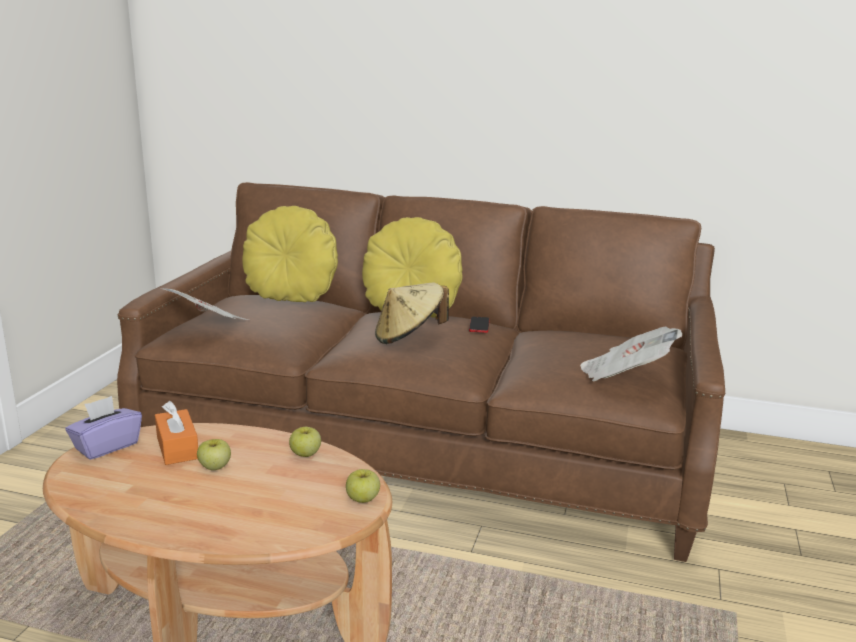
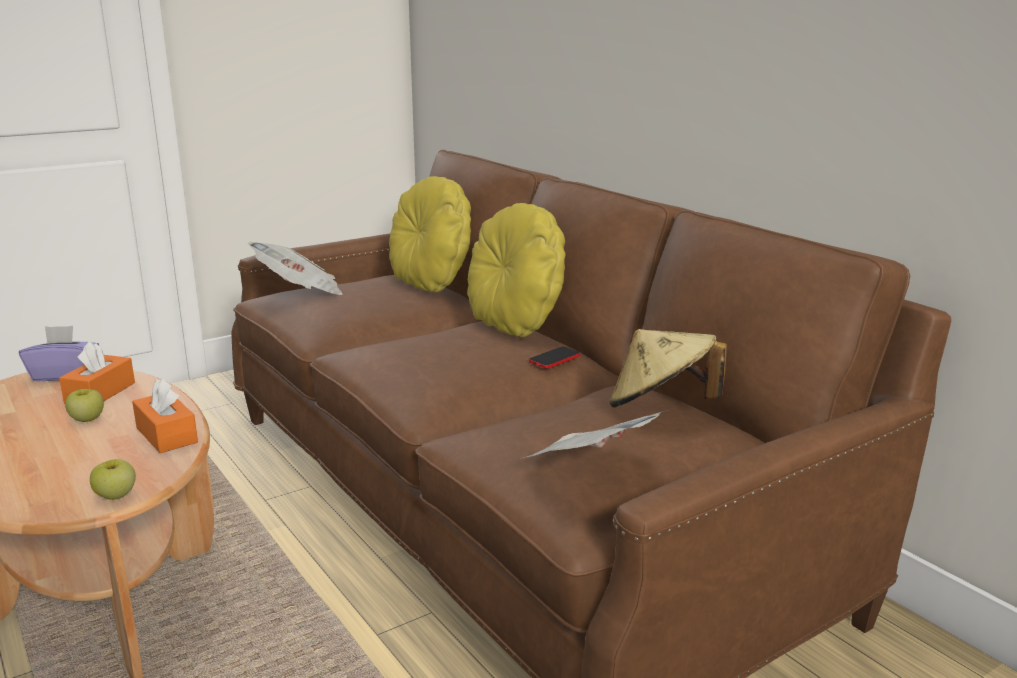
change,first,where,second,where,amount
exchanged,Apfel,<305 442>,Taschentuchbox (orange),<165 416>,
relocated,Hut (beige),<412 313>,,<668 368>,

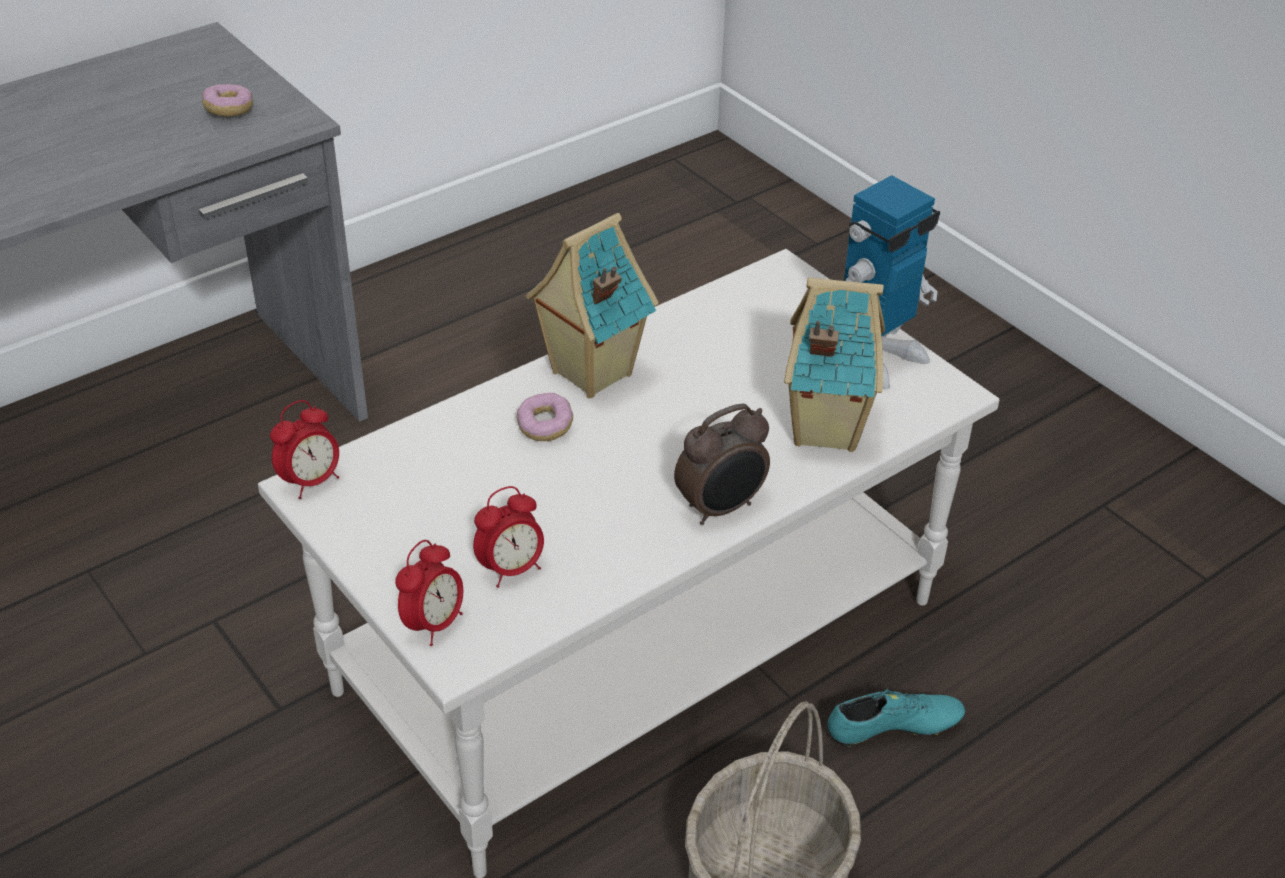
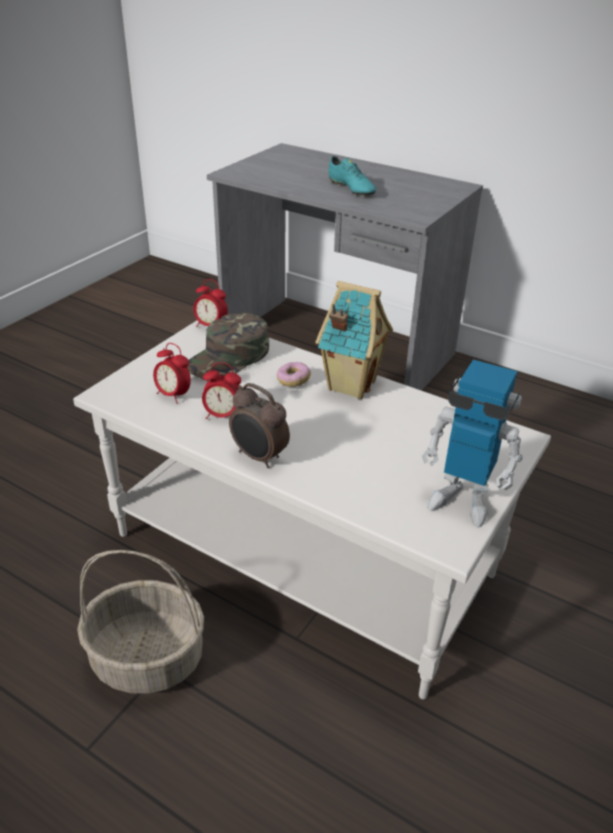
change,first,where,second,where,amount
appeared,,,Kappe (grün),<228 347>,
relocated,Wecker,<429 593>,,<221 390>,
relocated,Schuh (türkis),<896 718>,,<352 176>,
missing,Donut,<227 100>,,,
missing,Spielzeughaus,<834 365>,,,

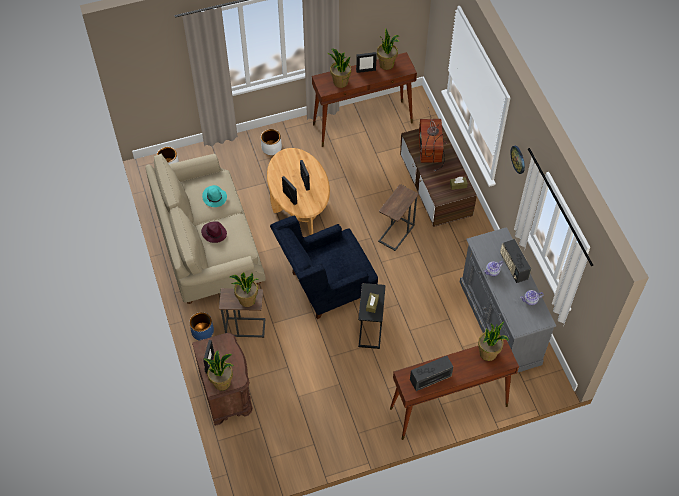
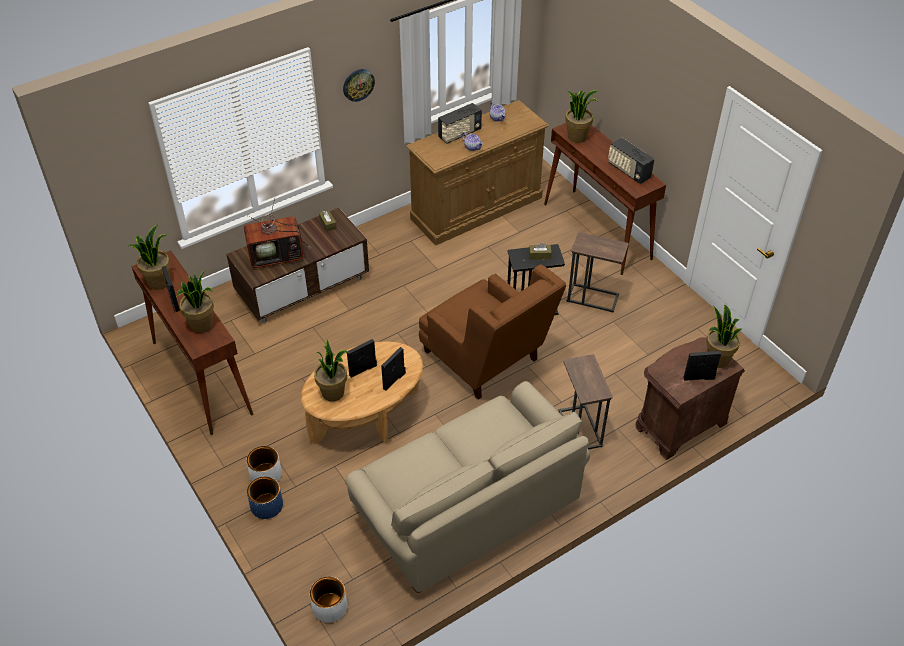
change,first,where,second,where,amount
relocated,Pflanzkübel (blau),<201 326>,,<265 497>,
relocated,Topfpflanze,<243 289>,,<331 370>,
colour,Schrank (grau),<508 300>,Schrank (braun),<477 173>,
colour,Sessel (blau),<324 267>,Sessel (braun),<492 331>,
relocated,Beistelltisch (braun),<398 217>,,<597 272>,
missing,Hut (lila),<214 232>,,,
missing,Hut (türkis),<214 196>,,,

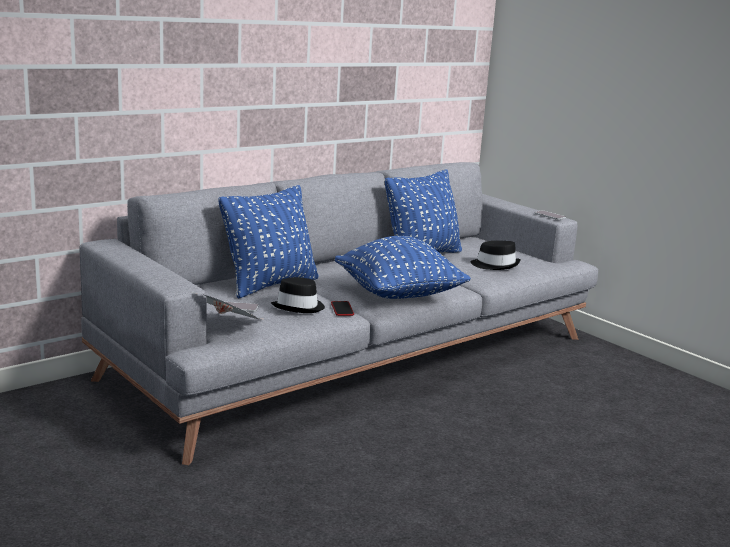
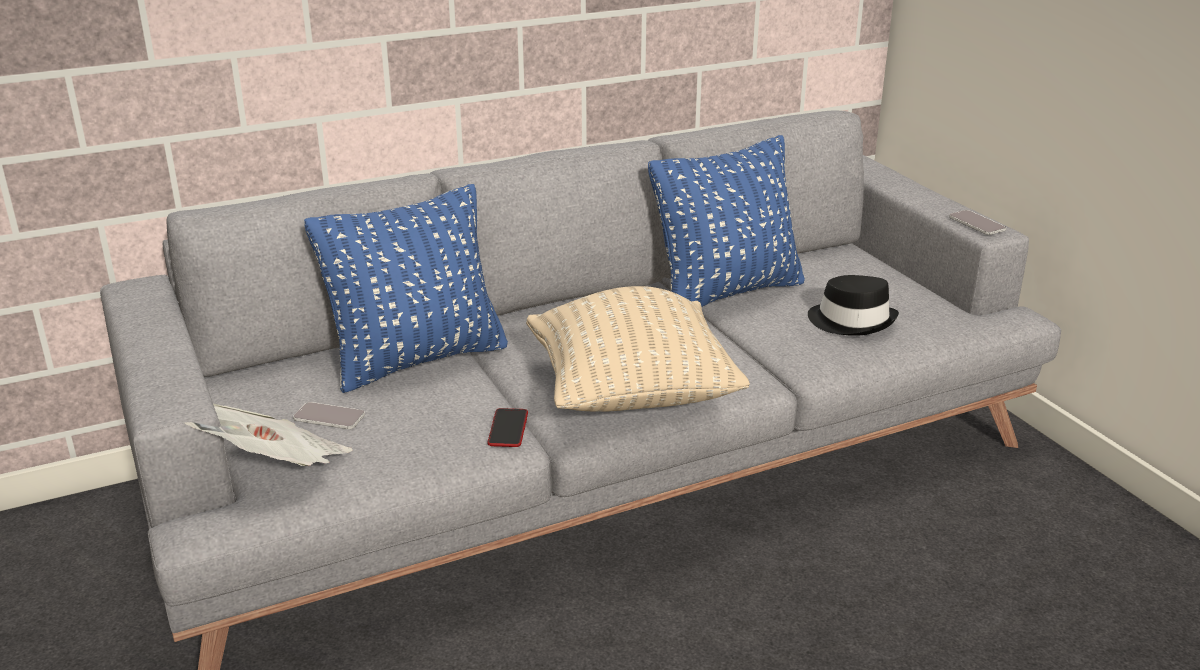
change,first,where,second,where,amount
colour,Kissen (blau),<403 267>,Kissen (beige),<638 349>,
missing,Hut (schwarz),<298 295>,,,

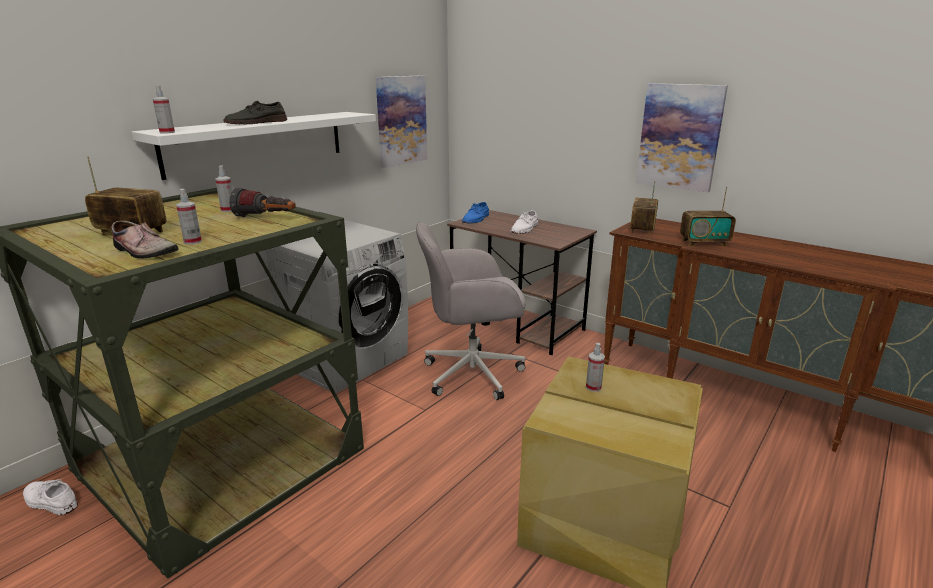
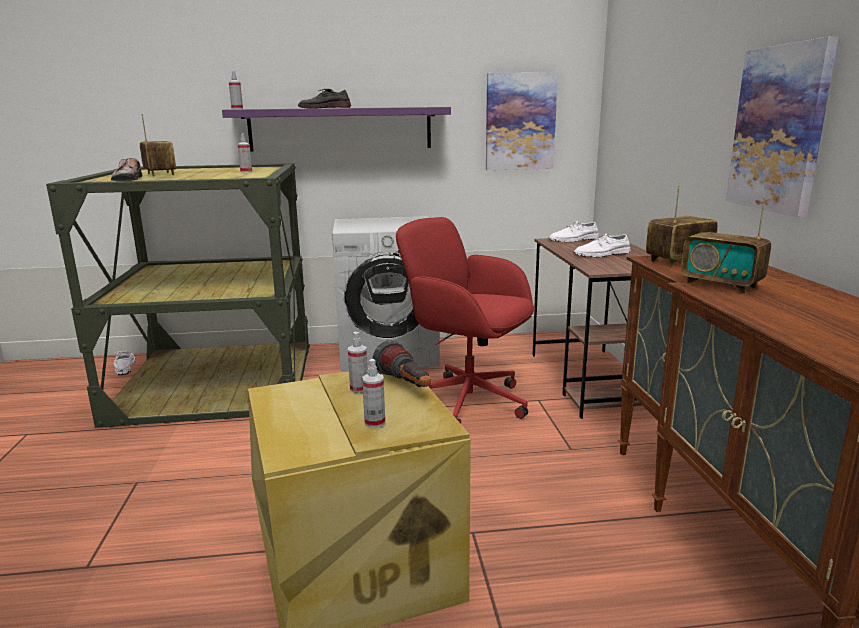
change,first,where,second,where,amount
colour,Wandregal (weiß),<254 146>,Wandregal (lila),<336 129>,
relocated,Sprühflasche,<189 217>,,<373 393>,
relocated,Taschenlampe,<262 202>,,<402 363>,
colour,Bürostuhl (grau),<471 311>,Bürostuhl (rot),<465 320>,
colour,Schuh (blau),<475 213>,Schuh (weiß),<574 231>,

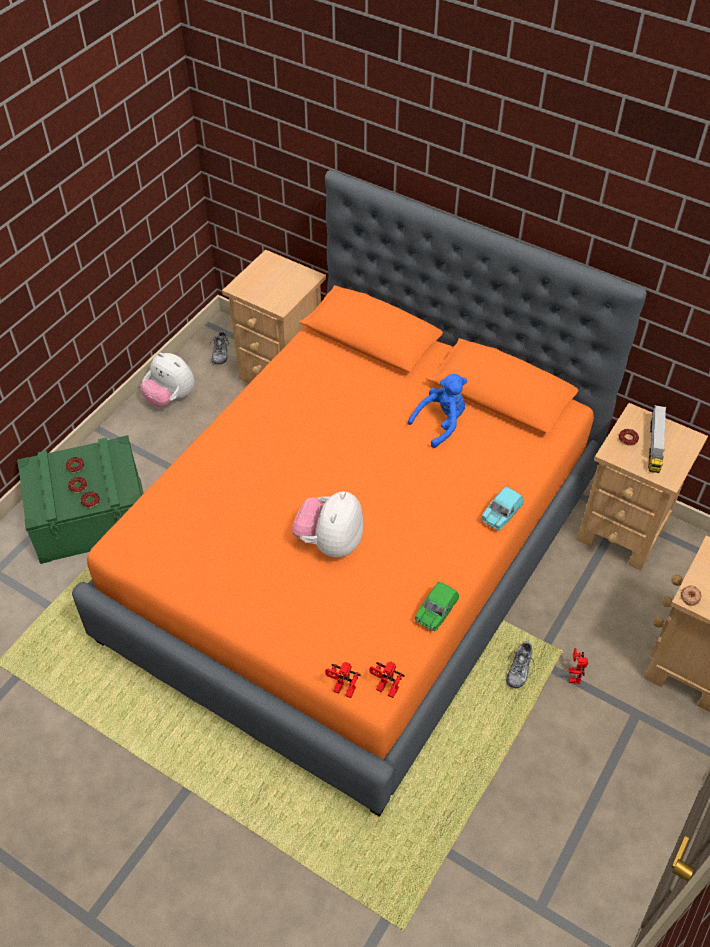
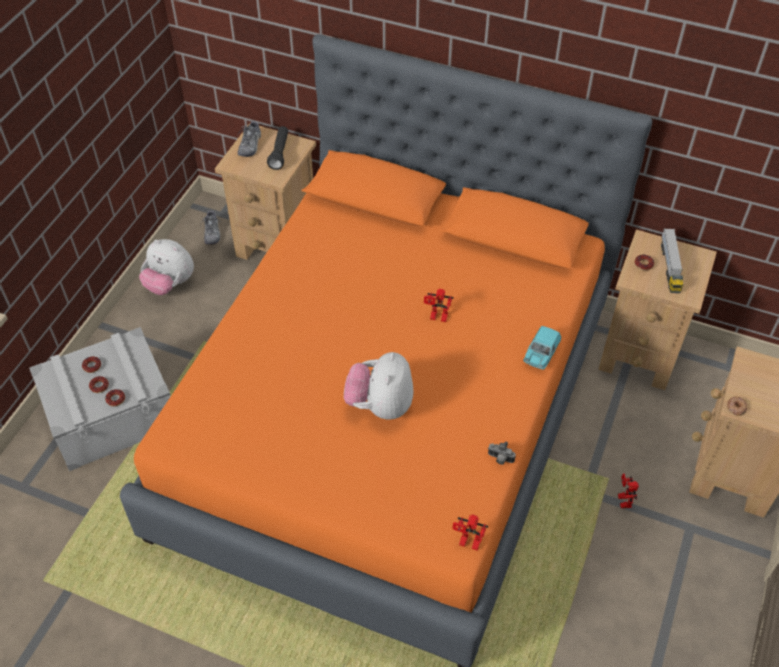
change,first,where,second,where,amount
colour,Aufbewahrungsbox (grün),<80 499>,Aufbewahrungsbox (grau),<99 399>,
relocated,Schuh,<520 664>,,<249 139>,
appeared,,,Taschenlampe (schwarz),<277 148>,
relocated,Spielzeugroboter,<343 680>,,<439 305>,
exchanged,Spielzeugauto (grün),<437 606>,Kamera,<502 453>,
missing,Plüschtier (blau),<437 411>,,,

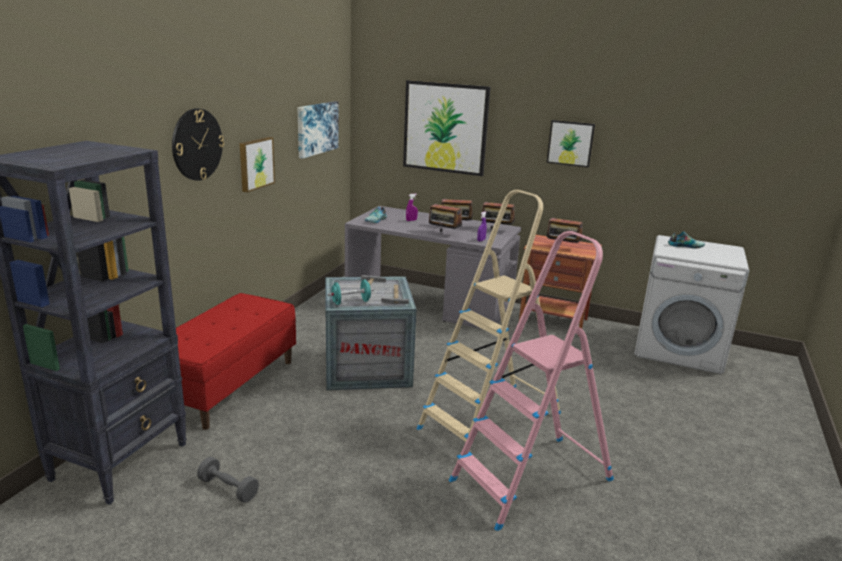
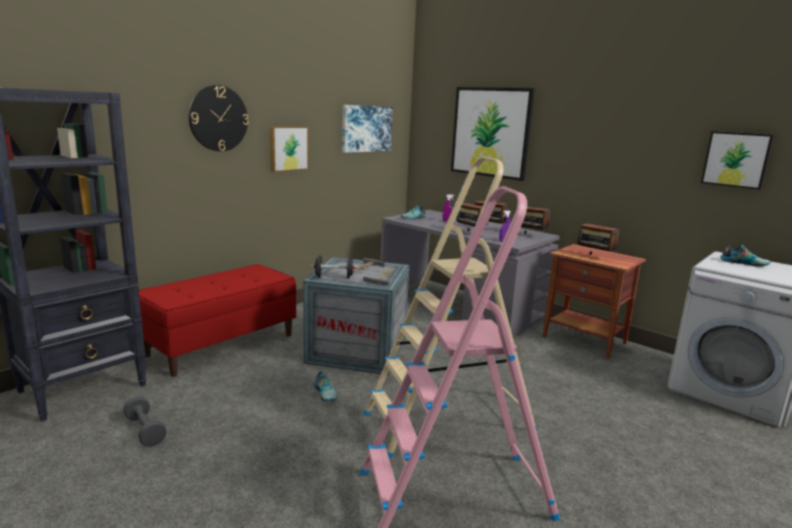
change,first,where,second,where,amount
colour,Hantel (türkis),<351 292>,Hantel (schwarz),<334 266>,
appeared,,,Schuh,<326 386>,
relocated,Bild,<571 144>,,<737 160>,

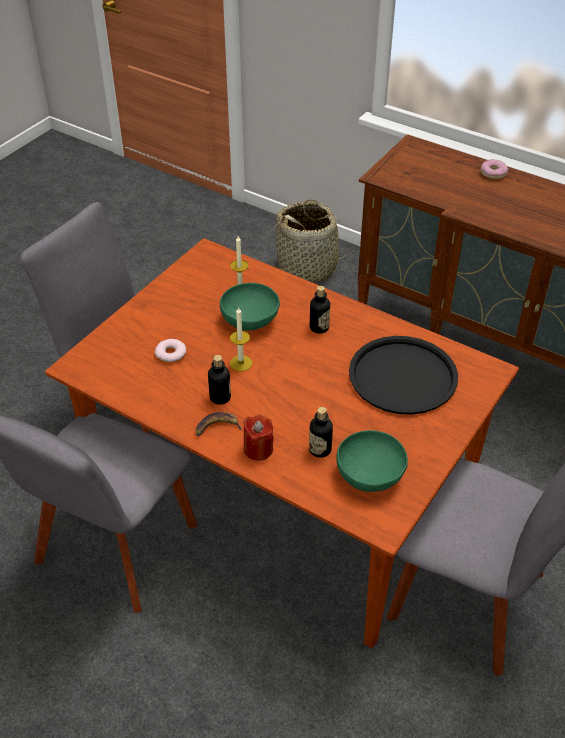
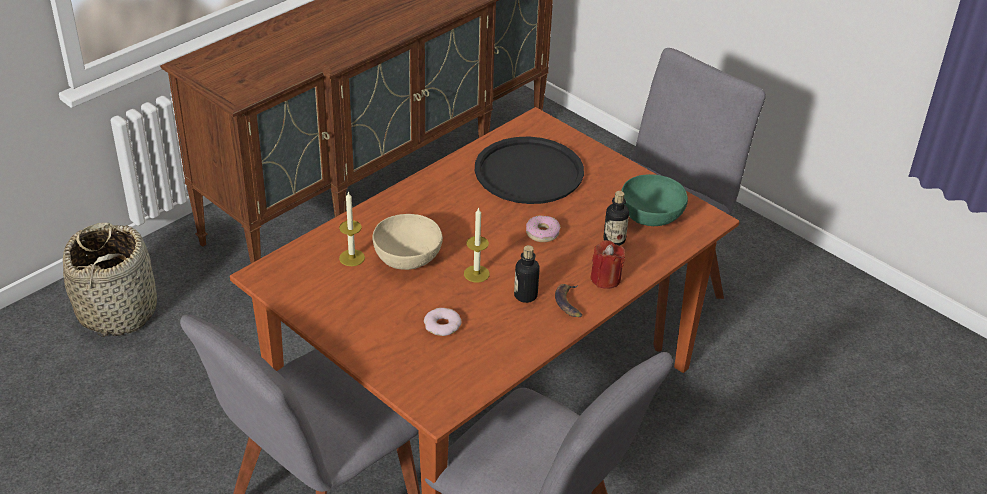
change,first,where,second,where,amount
colour,Schüssel (grün),<250 307>,Schüssel (beige),<407 242>,
relocated,Donut,<494 169>,,<543 229>,
missing,Flasche,<320 310>,,,

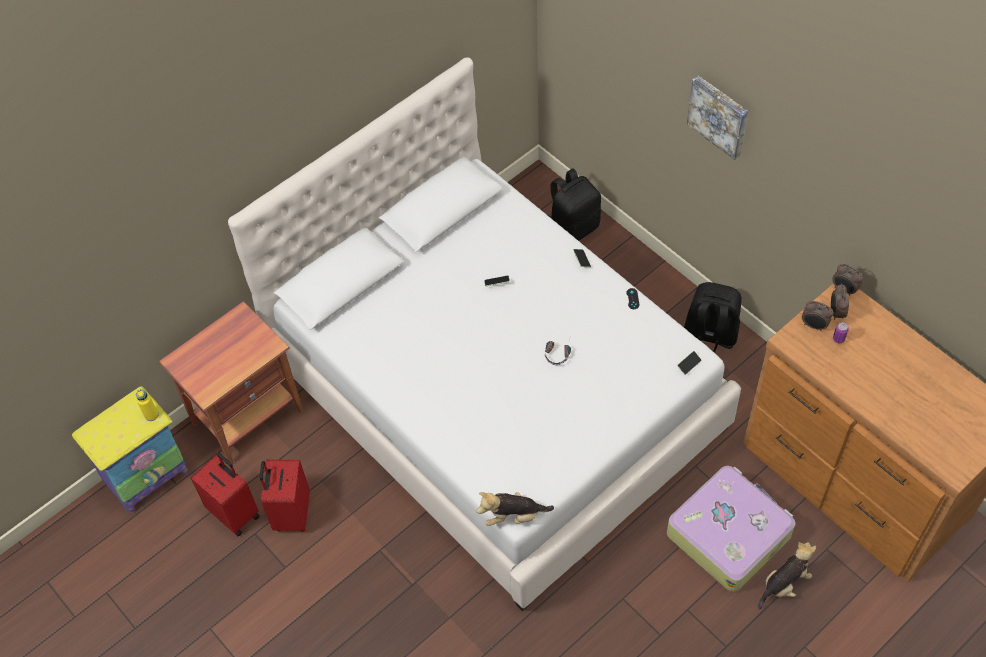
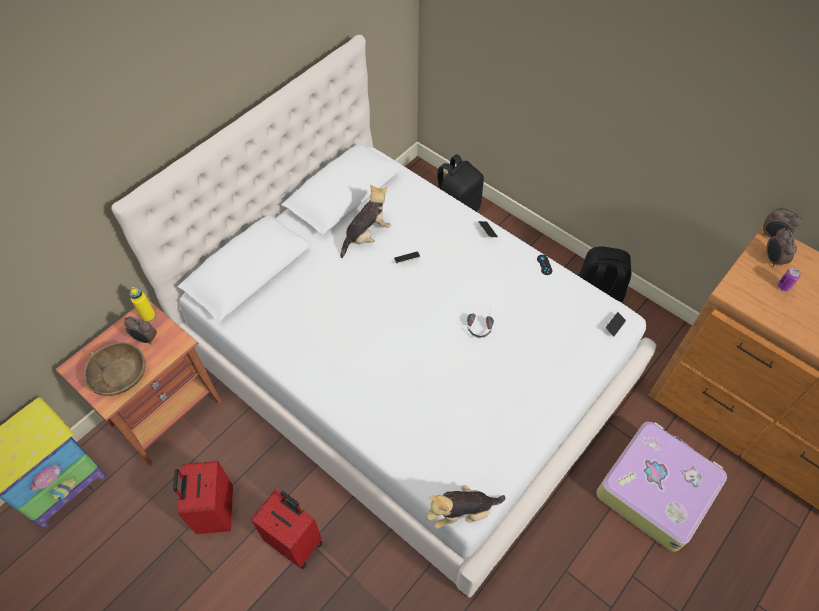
change,first,where,second,where,amount
appeared,,,Schüssel (braun),<114 369>,
relocated,Wecker,<817 316>,,<140 330>,
relocated,Flasche (gelb),<147 405>,,<142 304>,
relocated,Koffer (rot),<225 494>,,<286 529>,
relocated,Plüschtier,<787 576>,,<366 221>,
missing,Bild,<717 117>,,,

